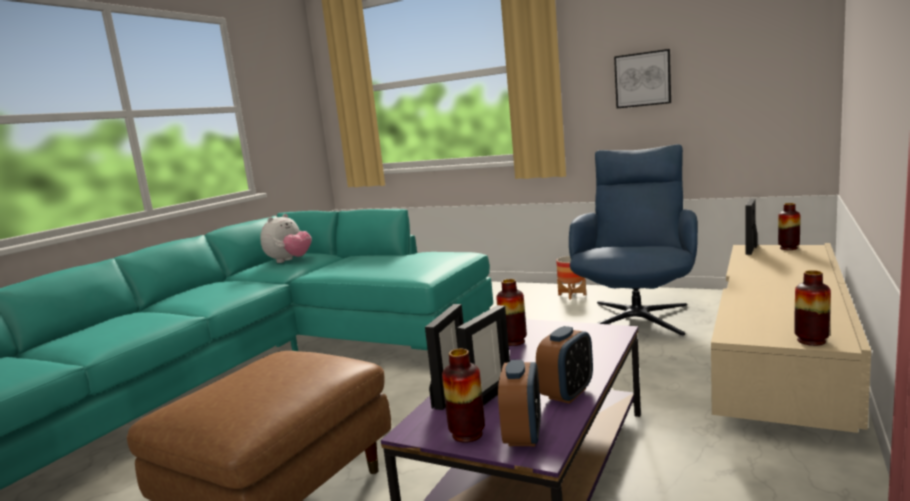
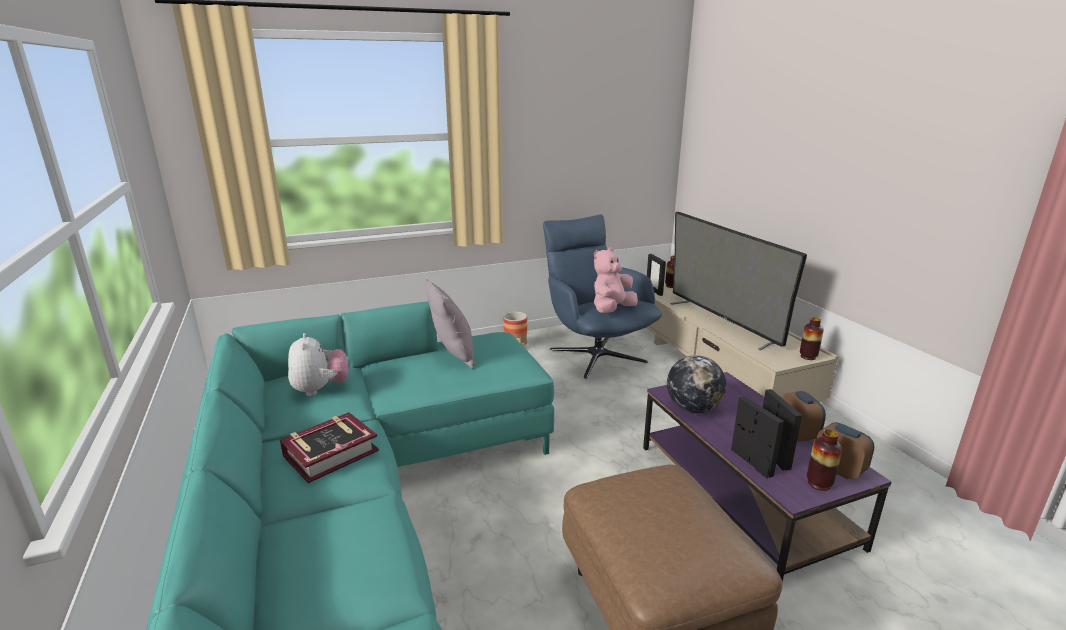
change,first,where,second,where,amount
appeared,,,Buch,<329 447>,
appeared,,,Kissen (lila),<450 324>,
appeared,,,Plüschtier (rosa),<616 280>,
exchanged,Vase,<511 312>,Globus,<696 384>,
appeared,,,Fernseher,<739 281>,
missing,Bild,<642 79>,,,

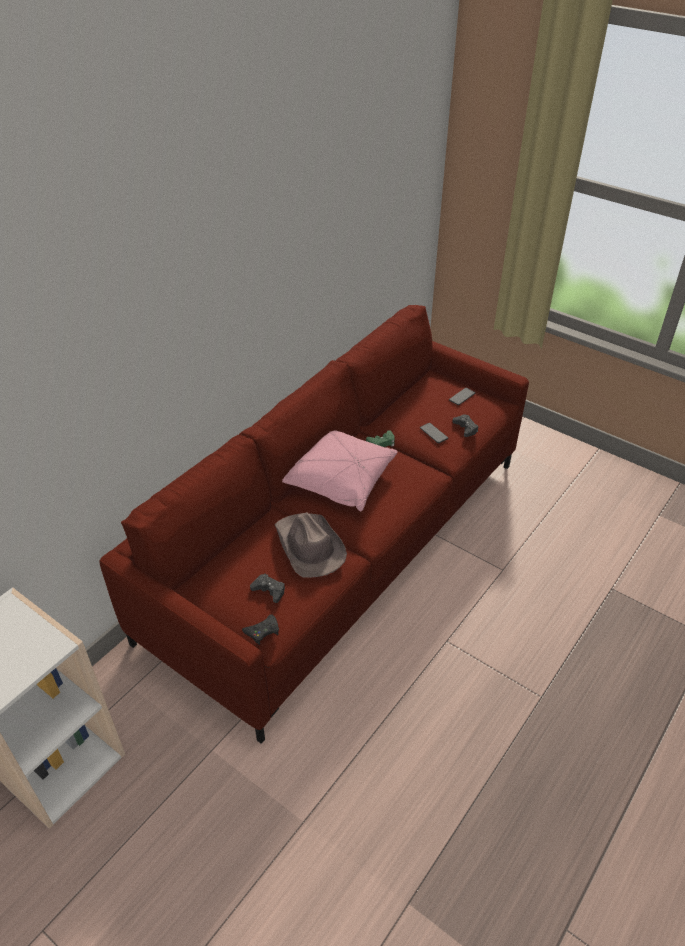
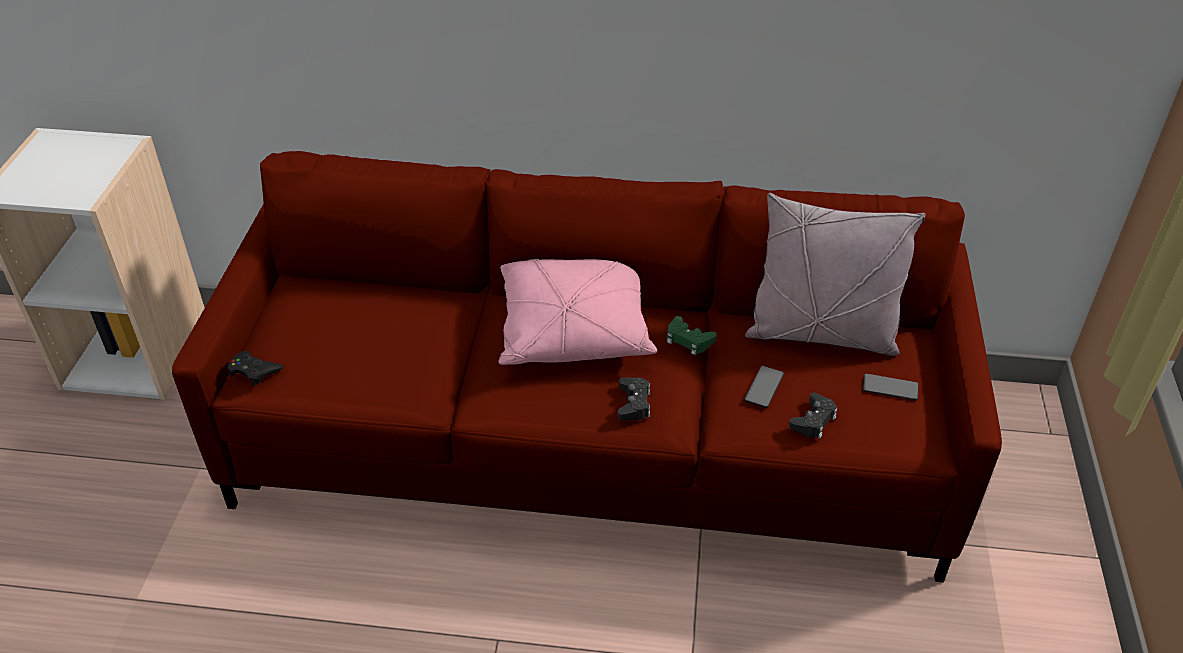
change,first,where,second,where,amount
relocated,Gamepad (schwarz),<267 588>,,<634 398>,
appeared,,,Kissen (lila),<835 274>,
missing,Hut (braun),<310 545>,,,

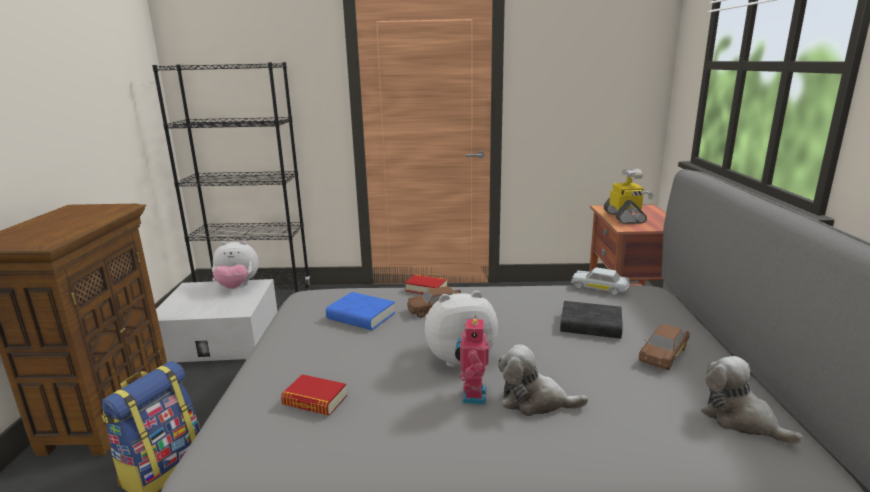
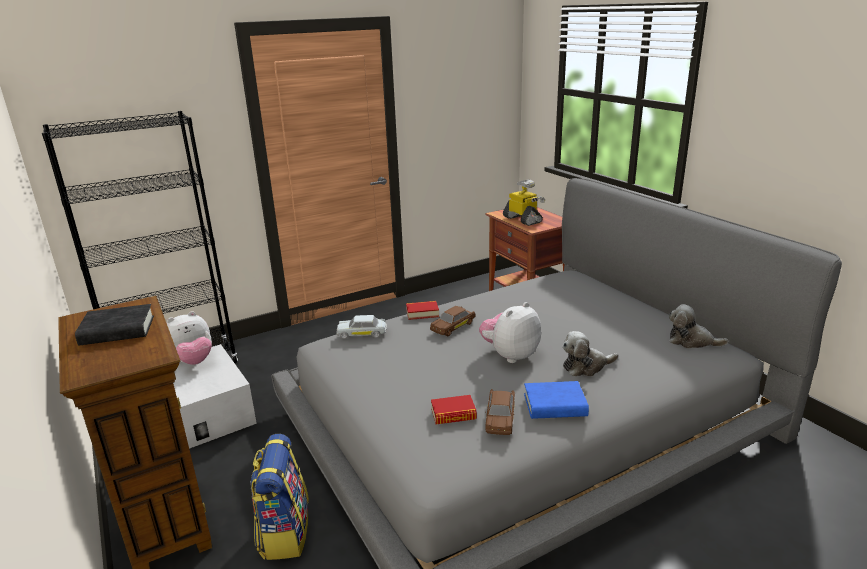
change,first,where,second,where,amount
relocated,Buch (schwarz),<591 320>,,<114 325>,
relocated,Spielzeugauto (weiß),<600 281>,,<361 327>,
relocated,Spielzeugauto (braun),<664 347>,,<500 412>,
relocated,Buch (blau),<360 311>,,<556 400>,
missing,Spielzeugroboter,<472 359>,,,

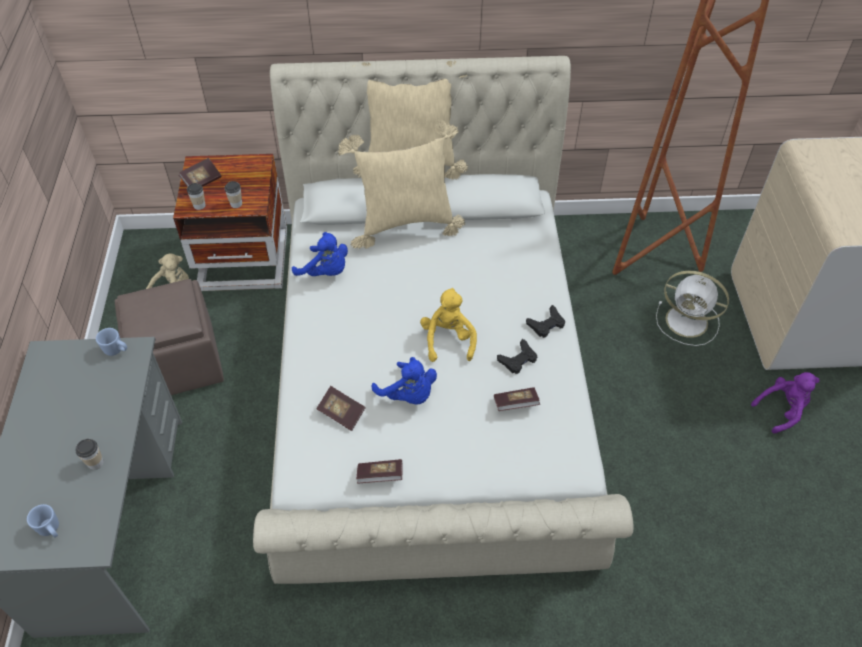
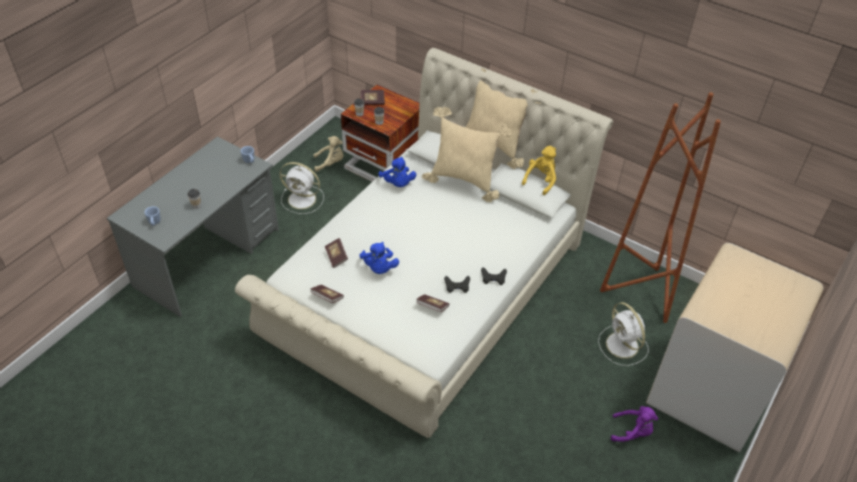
change,first,where,second,where,amount
exchanged,Polsterhocker (braun),<169 337>,Ventilator (weiß),<302 188>,
relocated,Plüschtier (gelb),<448 325>,,<539 170>,

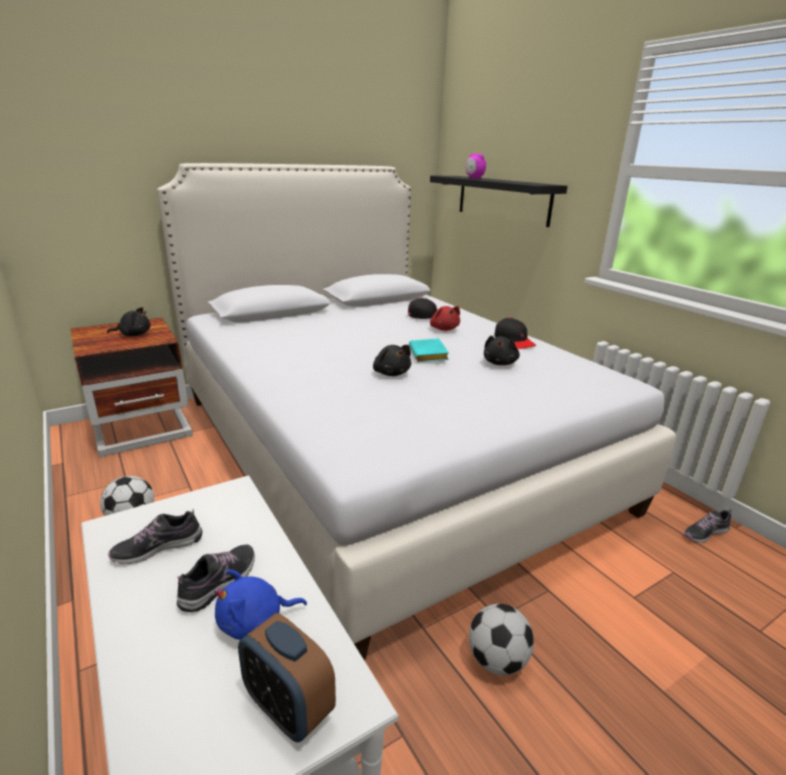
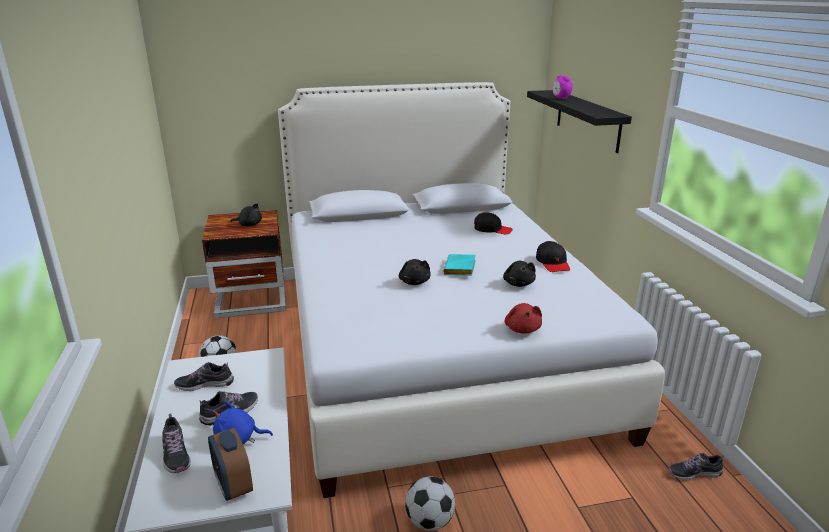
change,first,where,second,where,amount
appeared,,,Schuh,<176 443>,
spun,Plüschtier (schwarz),<502 350>,,<519 274>,45 degrees counterclockwise
relocated,Plüschtier (rot),<445 318>,,<523 318>,

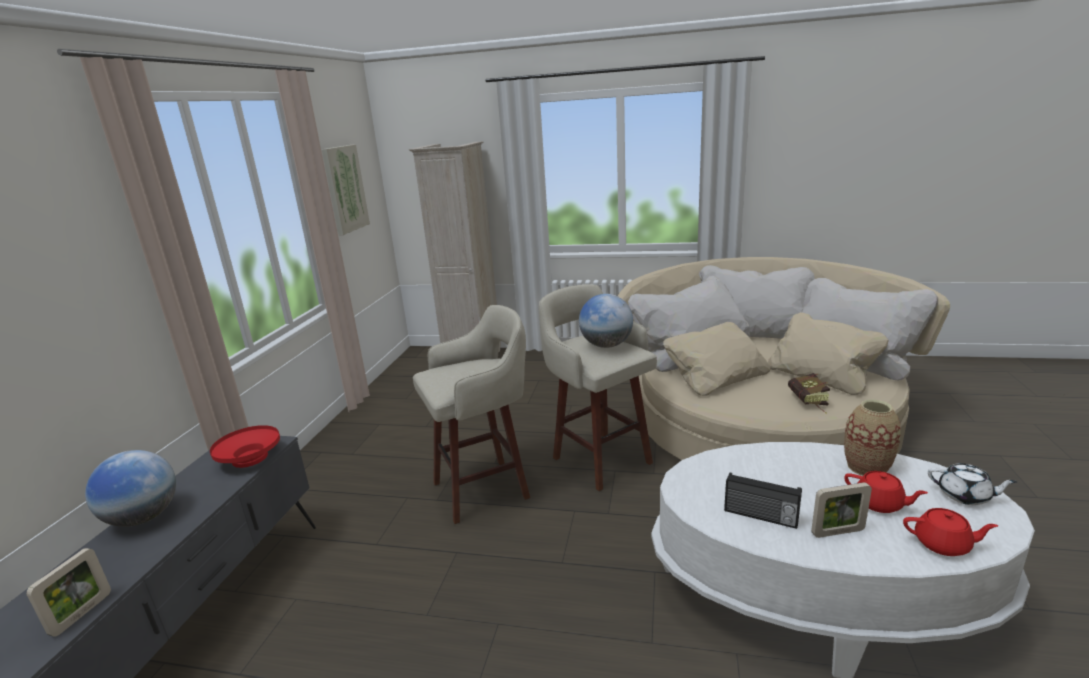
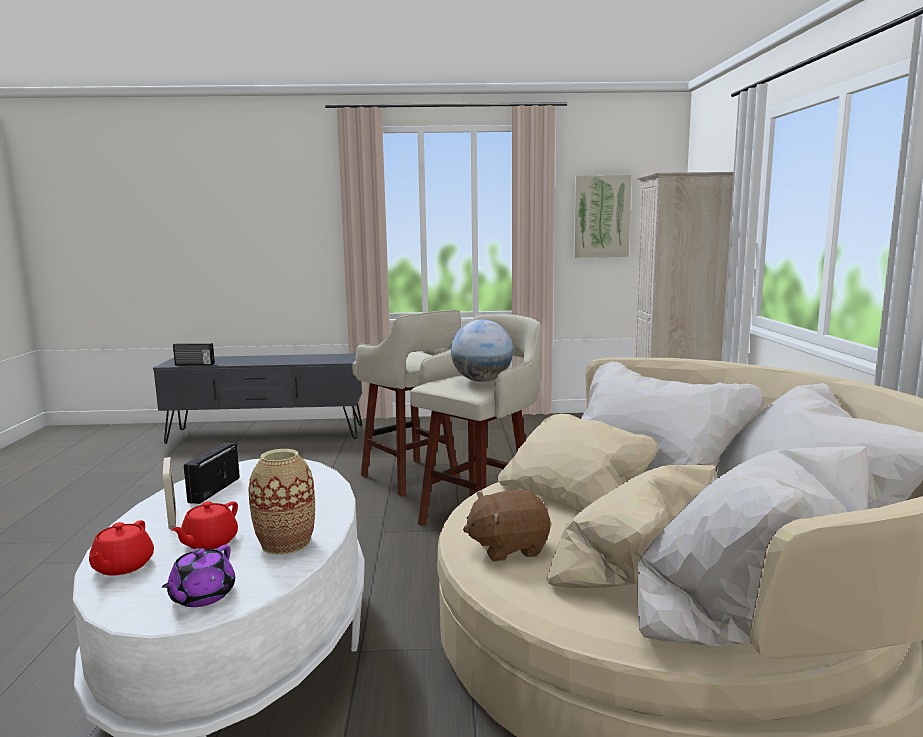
change,first,where,second,where,amount
colour,Teekanne (weiß),<972 484>,Teekanne (lila),<198 576>,
exchanged,Bilderrahmen,<68 592>,Radio,<194 354>,
exchanged,Buch,<809 393>,Plüschtier (braun),<507 526>,
missing,Globus,<130 488>,,,
missing,Schüssel (rot),<245 446>,,,

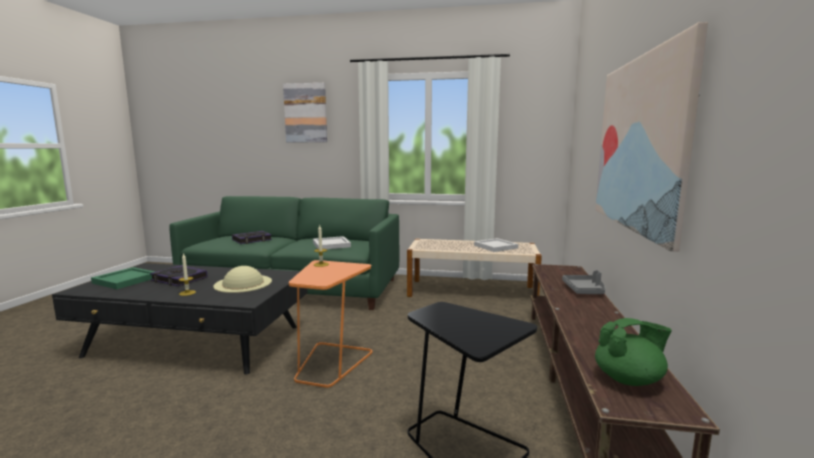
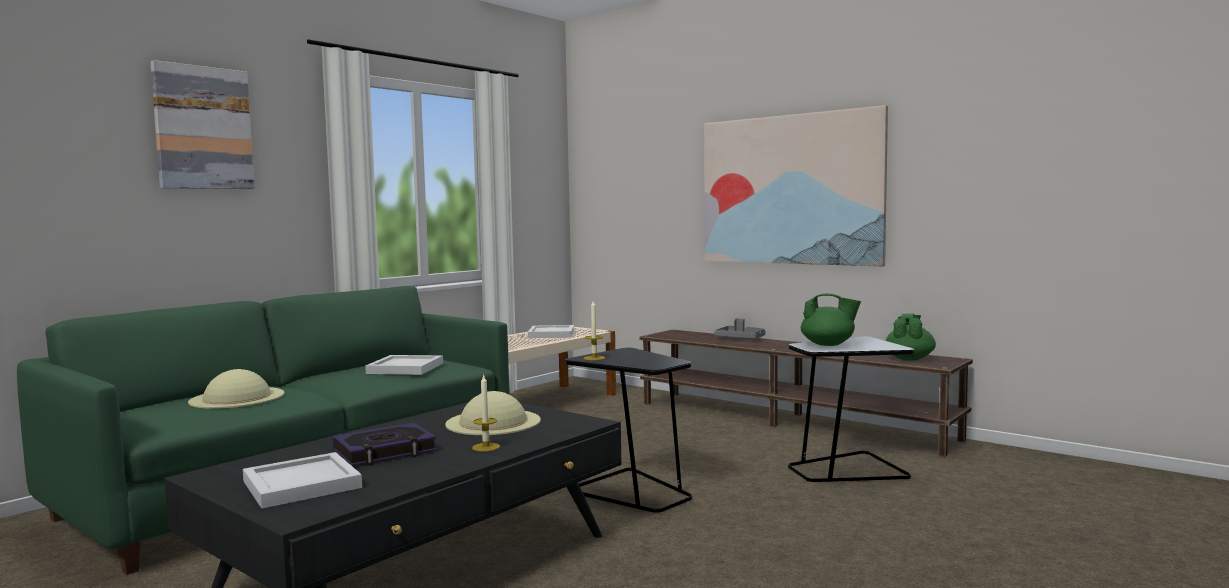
change,first,where,second,where,amount
exchanged,Buch,<252 237>,Hut (beige),<236 389>,
colour,Tablett (grün),<123 278>,Tablett (weiß),<302 480>,
colour,Beistelltisch (orange),<330 324>,Beistelltisch (schwarz),<628 430>,
appeared,,,Teekanne (grün),<831 319>,

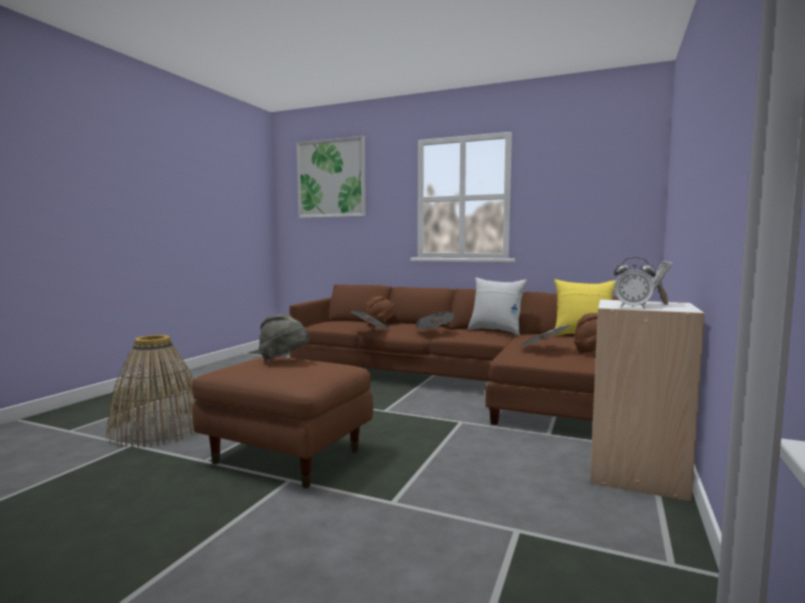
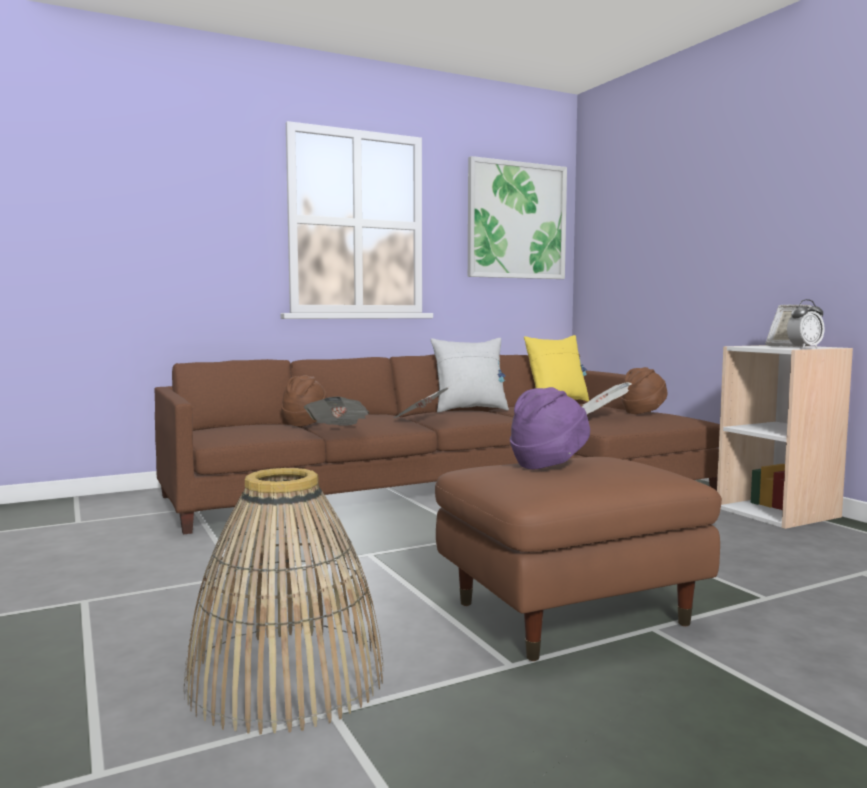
change,first,where,second,where,amount
relocated,Bild,<331 177>,,<517 217>,
colour,Hut (grau),<284 337>,Hut (lila),<550 428>,

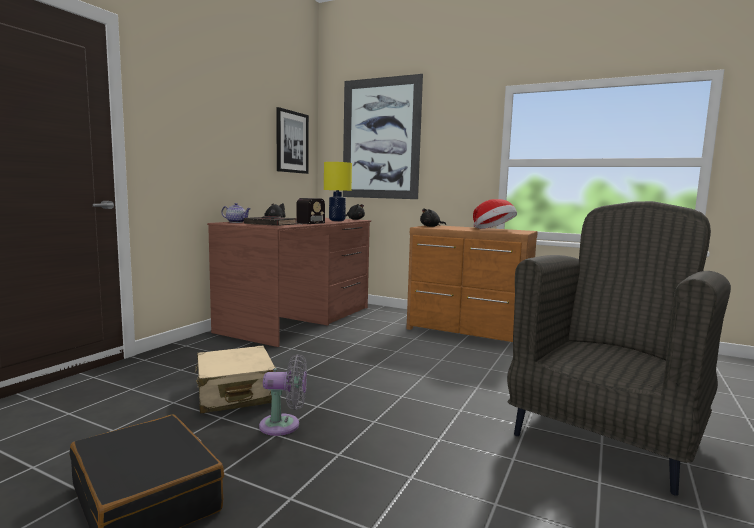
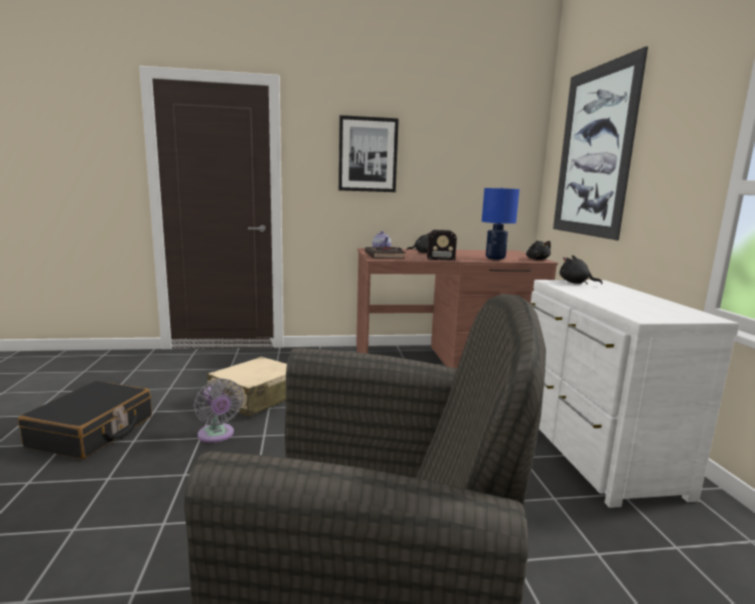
change,first,where,second,where,amount
relocated,Bild,<292 140>,,<369 153>,
colour,Tischlampe (gelb),<338 191>,Tischlampe (blau),<501 223>,
colour,Kommode (braun),<472 283>,Kommode (weiß),<635 394>,
missing,Hut,<495 214>,,,

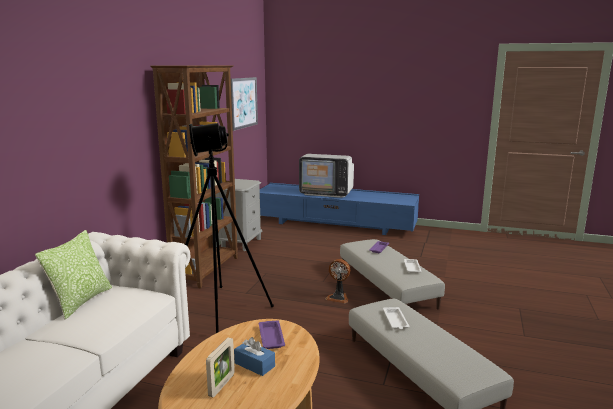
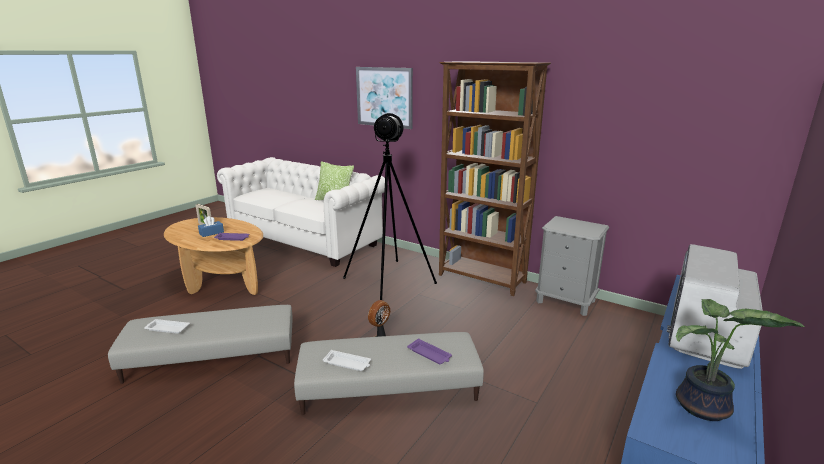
change,first,where,second,where,amount
relocated,Tablett (weiß),<396 318>,,<167 326>,
relocated,Bild,<244 104>,,<384 98>,
appeared,,,Topfpflanze,<740 360>,

